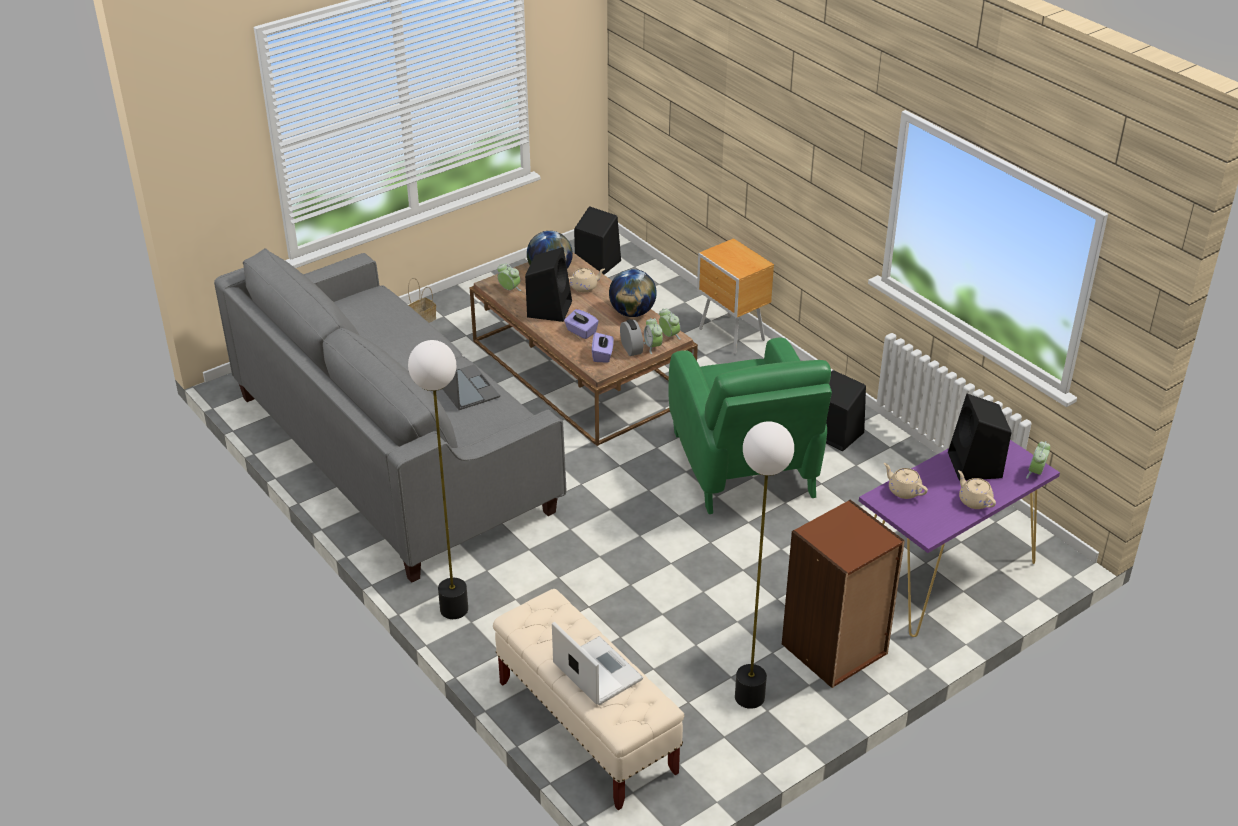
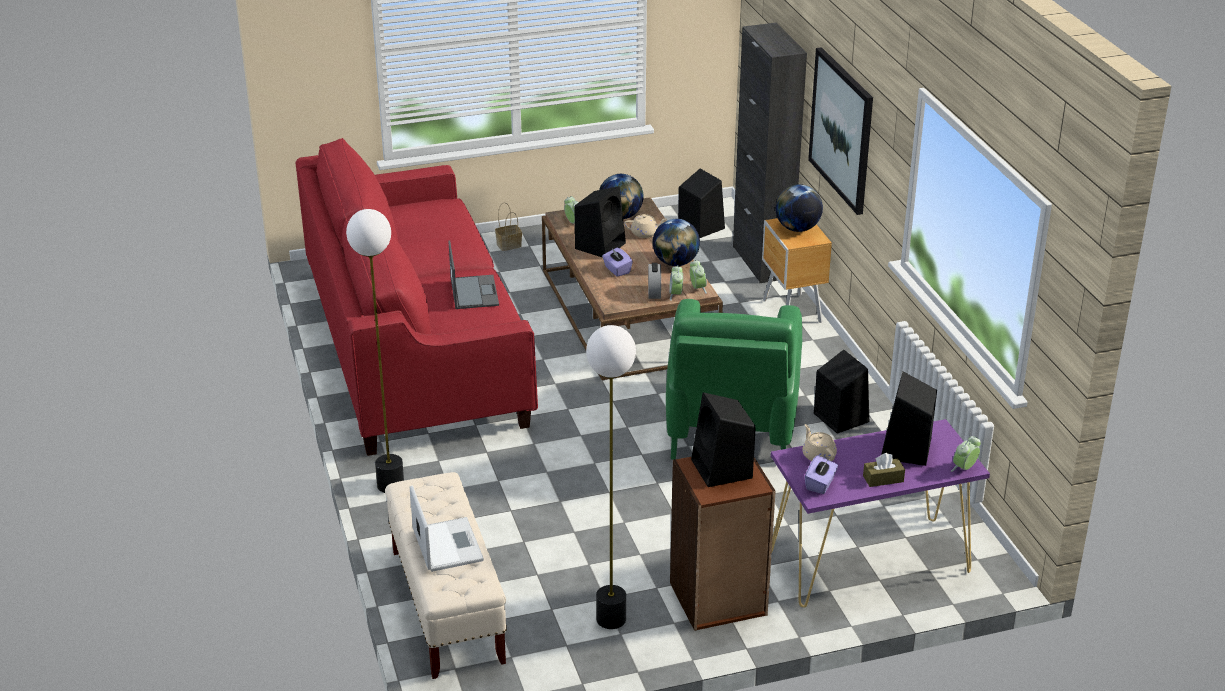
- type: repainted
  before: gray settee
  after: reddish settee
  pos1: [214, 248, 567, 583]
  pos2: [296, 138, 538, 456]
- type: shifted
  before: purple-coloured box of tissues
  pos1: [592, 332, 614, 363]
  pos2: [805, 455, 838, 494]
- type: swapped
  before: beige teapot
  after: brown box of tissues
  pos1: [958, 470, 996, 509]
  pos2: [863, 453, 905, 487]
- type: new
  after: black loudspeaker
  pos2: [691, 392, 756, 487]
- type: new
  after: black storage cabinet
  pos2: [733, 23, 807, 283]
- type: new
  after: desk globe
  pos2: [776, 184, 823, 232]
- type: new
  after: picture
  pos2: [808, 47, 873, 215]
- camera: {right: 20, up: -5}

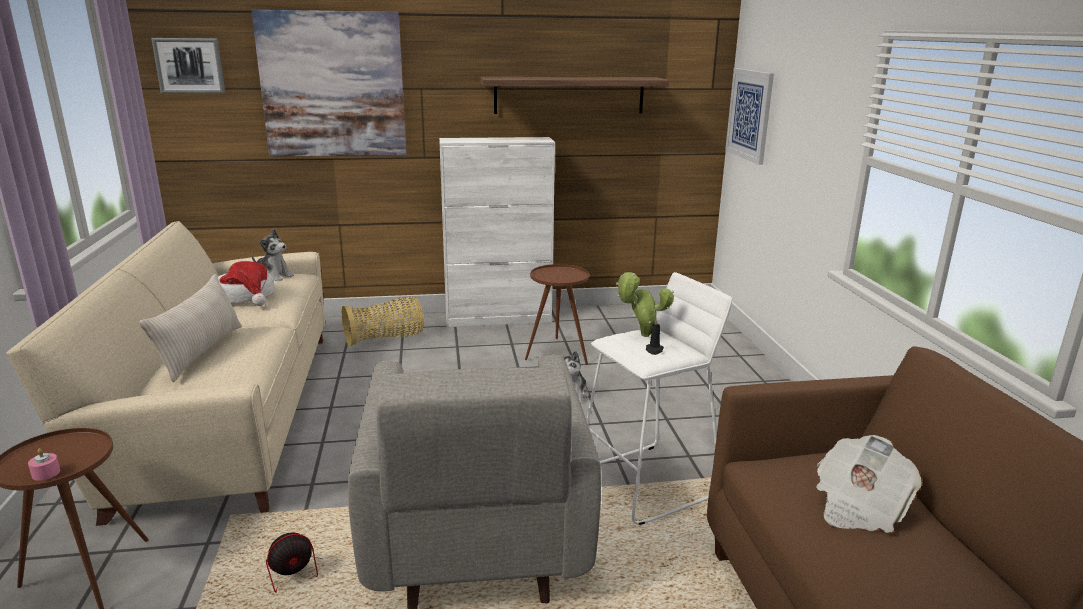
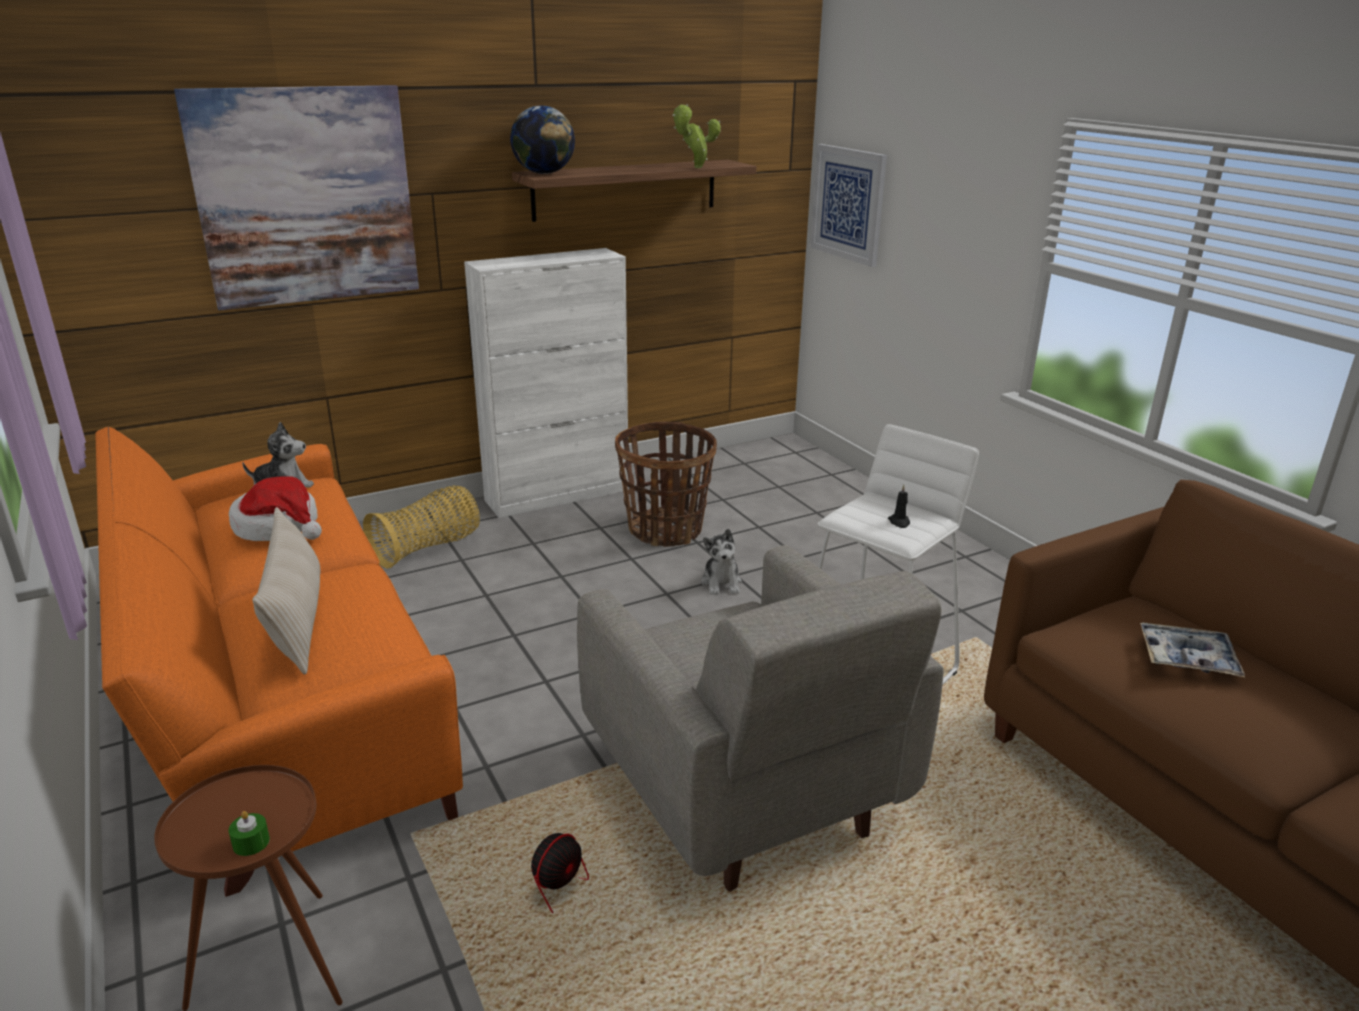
- type: repainted
  before: beige settee
  after: orangey settee
  pos1: [6, 221, 325, 526]
  pos2: [95, 426, 463, 897]
- type: repainted
  before: pink-coloured wax light
  after: green wax light
  pos1: [28, 448, 60, 481]
  pos2: [229, 811, 270, 856]
- type: gone
  before: picture
  pos1: [151, 38, 226, 94]
- type: swapped
  before: brown end table
  after: storage basket
  pos1: [525, 264, 589, 365]
  pos2: [615, 422, 717, 547]
- type: shifted
  before: potted plant
  pos1: [616, 272, 674, 337]
  pos2: [673, 104, 721, 168]
- type: swapped
  before: printed paper
  after: carrying tray
  pos1: [816, 435, 922, 533]
  pos2: [1140, 623, 1245, 677]
- type: new
  after: desk globe
  pos2: [510, 106, 575, 174]
- camera: {right: -20, up: 5}

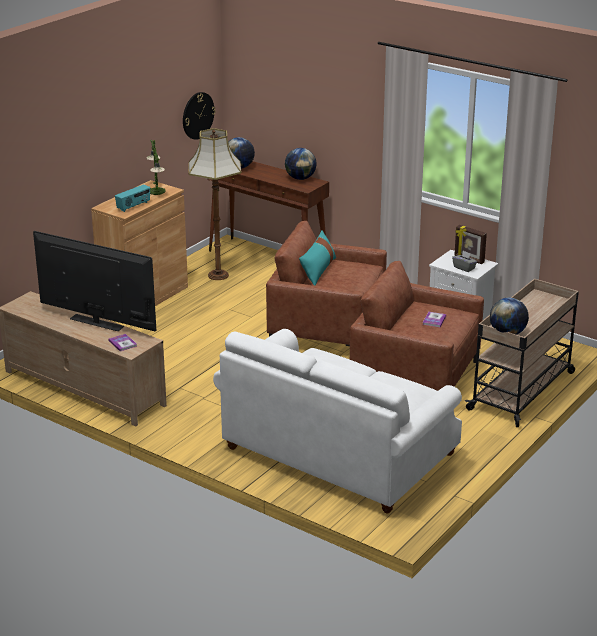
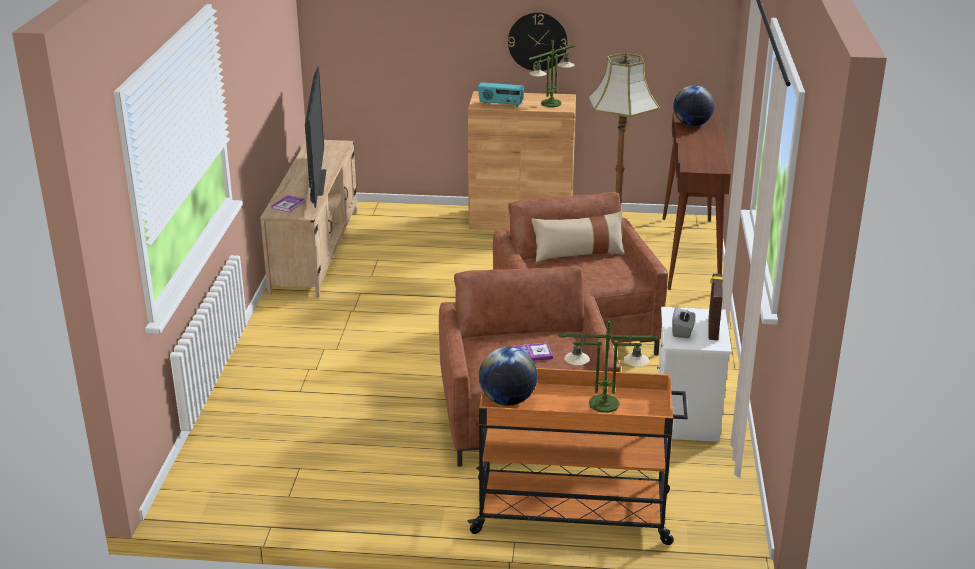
- type: shifted
  before: hanging clock
  pos1: [183, 92, 216, 140]
  pos2: [508, 12, 567, 71]
- type: gone
  before: whitish settee
  pos1: [213, 329, 462, 513]
- type: gone
  before: desk globe
  pos1: [285, 148, 317, 180]
- type: repainted
  before: turquoise cushion
  after: beige cushion
  pos1: [299, 230, 336, 286]
  pos2: [532, 211, 625, 262]
- type: repainted
  before: beige trolley
  after: orangey trolley
  pos1: [465, 278, 579, 427]
  pos2: [467, 368, 688, 545]
- type: new
  after: table lamp
  pos2: [558, 320, 658, 413]
- camera: {right: 60, up: 0}

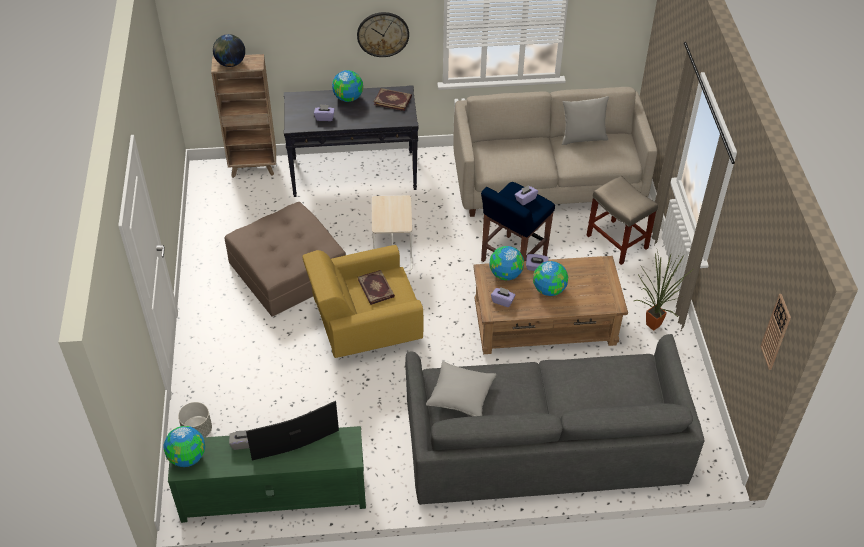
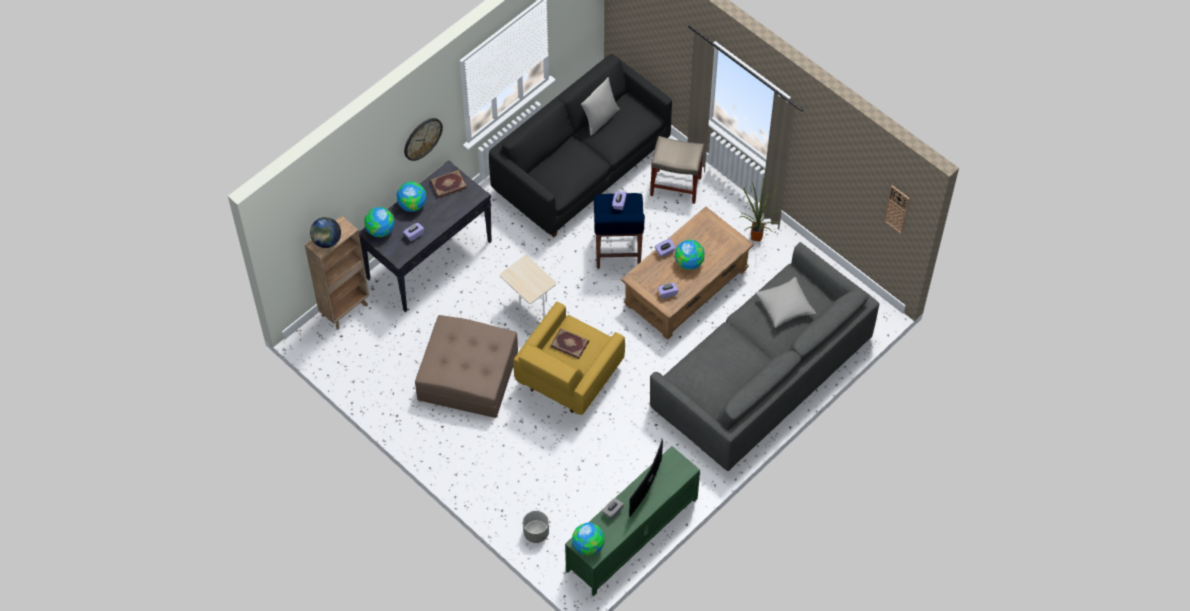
- type: shifted
  before: gray cushion
  pos1: [426, 361, 496, 416]
  pos2: [756, 277, 816, 328]
- type: repainted
  before: beige settee
  after: black settee
  pos1: [453, 87, 657, 217]
  pos2: [489, 54, 672, 237]
- type: shifted
  before: desk globe
  pos1: [489, 246, 524, 280]
  pos2: [364, 207, 395, 237]
- camera: {right: -40, up: 10}

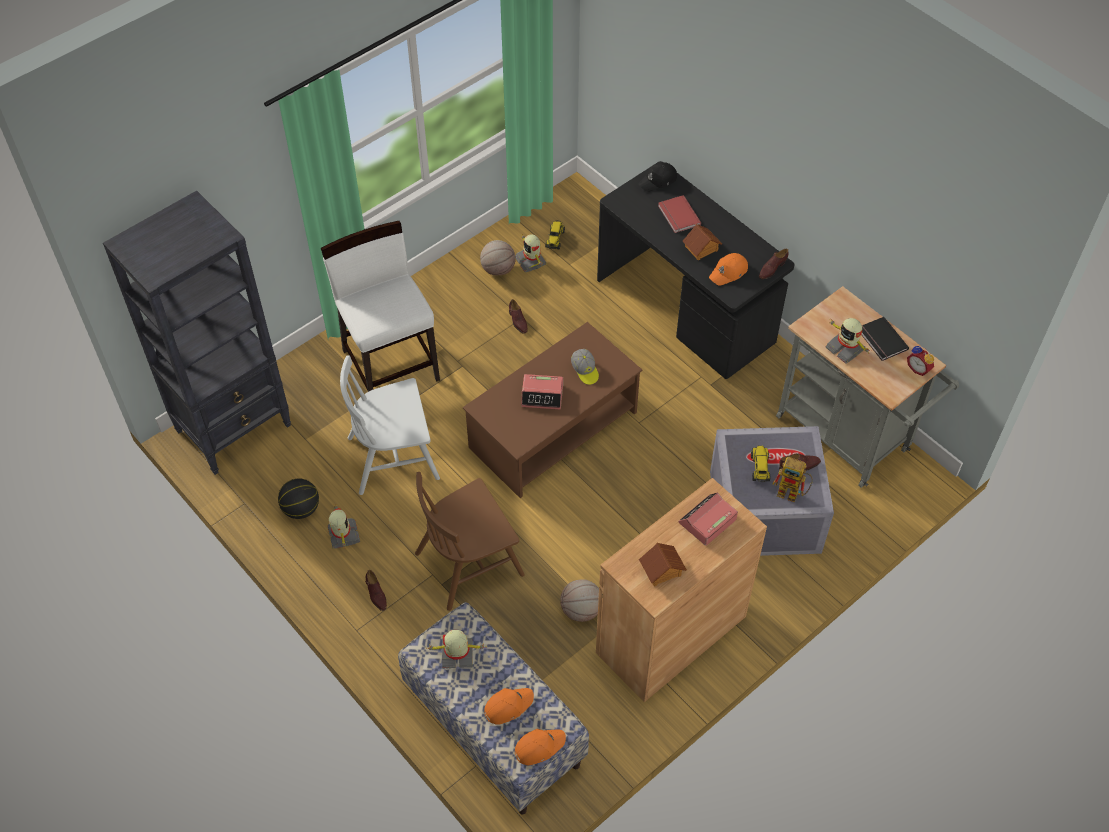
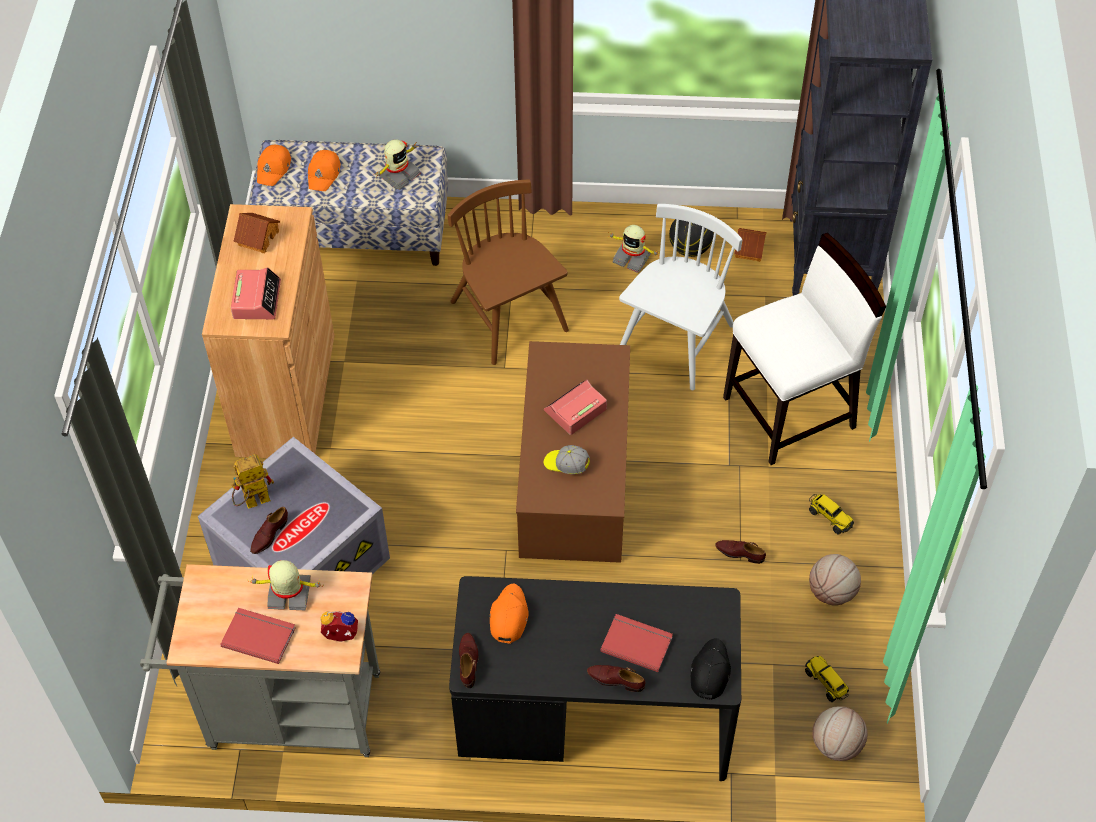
- type: rotated
  before: whitish chair
  pos1: [321, 221, 440, 392]
  pos2: [723, 233, 886, 465]
  turn: -45
- type: shifted
  before: brown shoe
  pos1: [365, 570, 387, 611]
  pos2: [587, 665, 645, 692]
- type: rotated
  before: brown chair
  pos1: [415, 472, 525, 611]
  pos2: [448, 180, 569, 365]
  turn: -45
- type: gone
  before: toy robot
  pos1: [515, 234, 546, 272]
- type: shifted
  before: basketball ball
  pos1: [560, 579, 599, 622]
  pos2: [812, 706, 868, 761]
- type: shifted
  before: model house
  pos1: [683, 224, 722, 260]
  pos2: [734, 228, 767, 262]
- type: shifted
  before: toy lorry
  pos1: [751, 446, 770, 482]
  pos2: [809, 494, 854, 535]
- type: repainted
  before: black bound book
  after: reddish bound book
  pos1: [861, 317, 909, 361]
  pos2: [221, 608, 296, 664]
- type: shifted
  before: table clock
  pos1: [907, 346, 934, 376]
  pos2: [320, 611, 358, 642]
- camera: {right: 135, up: 0}

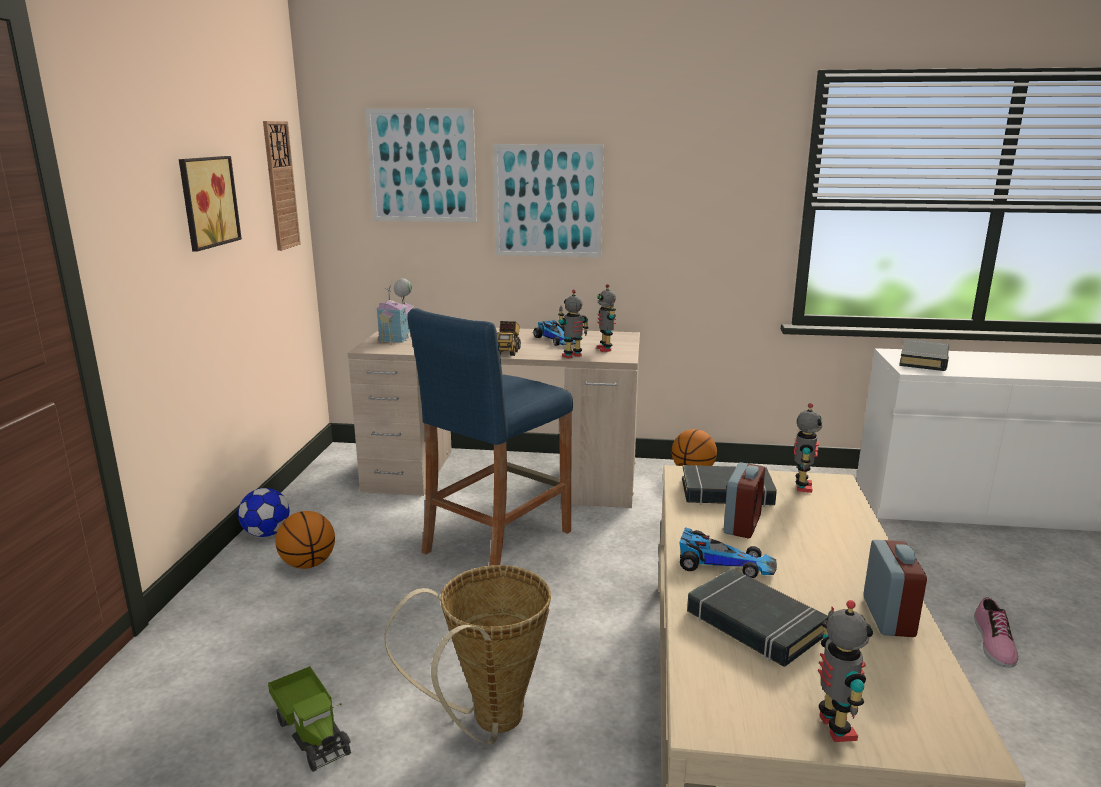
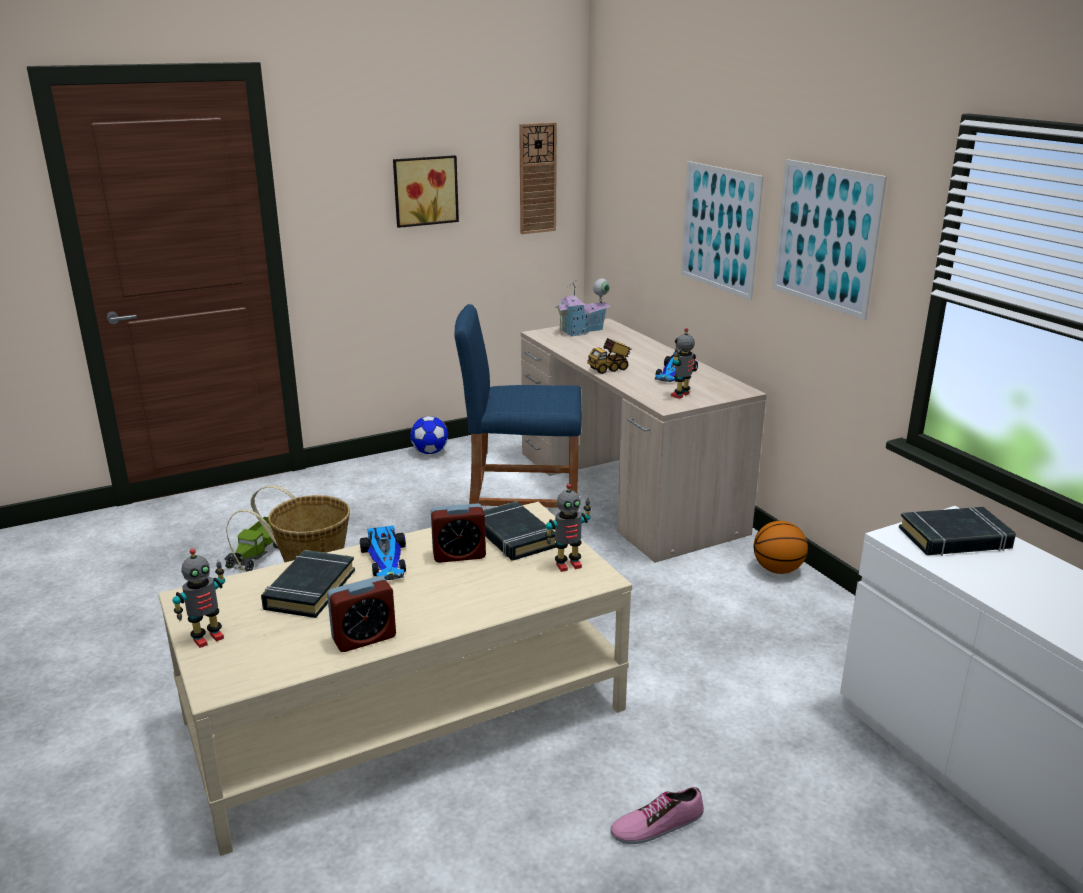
- type: gone
  before: basketball ball
  pos1: [275, 511, 335, 569]
- type: shifted
  before: picture
  pos1: [365, 108, 477, 222]
  pos2: [773, 159, 887, 320]
- type: gone
  before: toy robot
  pos1: [558, 290, 589, 359]
- camera: {right: 55, up: 5}

